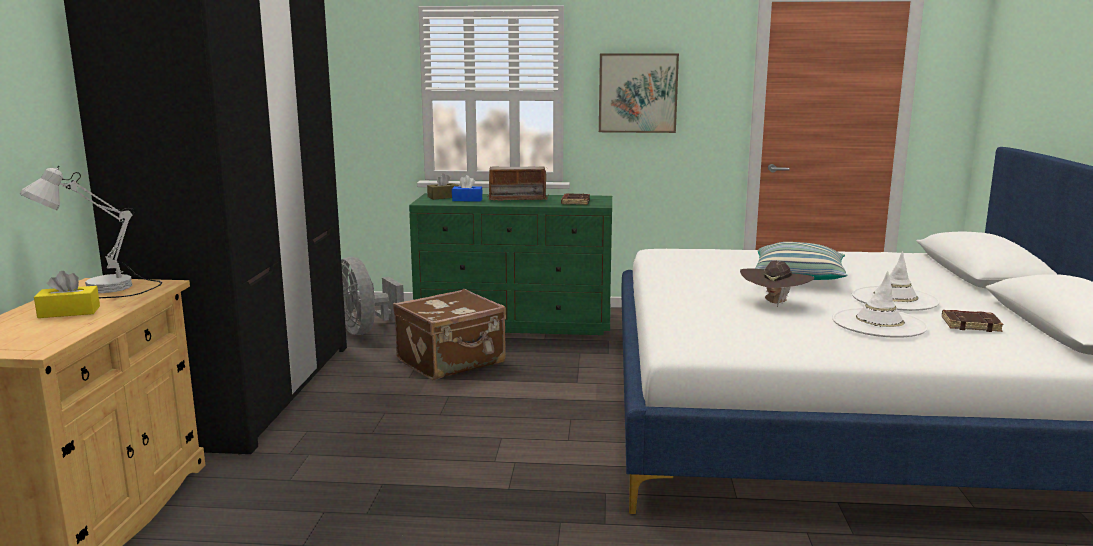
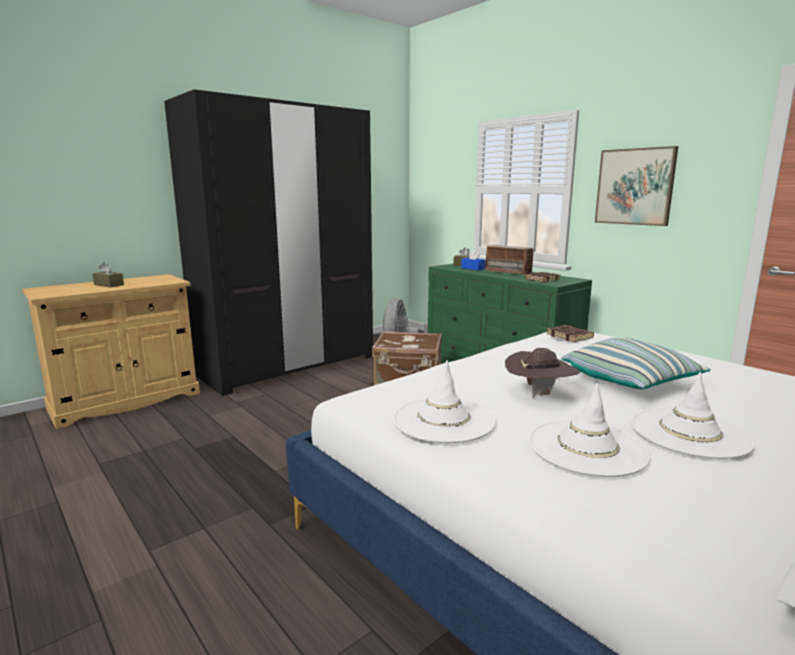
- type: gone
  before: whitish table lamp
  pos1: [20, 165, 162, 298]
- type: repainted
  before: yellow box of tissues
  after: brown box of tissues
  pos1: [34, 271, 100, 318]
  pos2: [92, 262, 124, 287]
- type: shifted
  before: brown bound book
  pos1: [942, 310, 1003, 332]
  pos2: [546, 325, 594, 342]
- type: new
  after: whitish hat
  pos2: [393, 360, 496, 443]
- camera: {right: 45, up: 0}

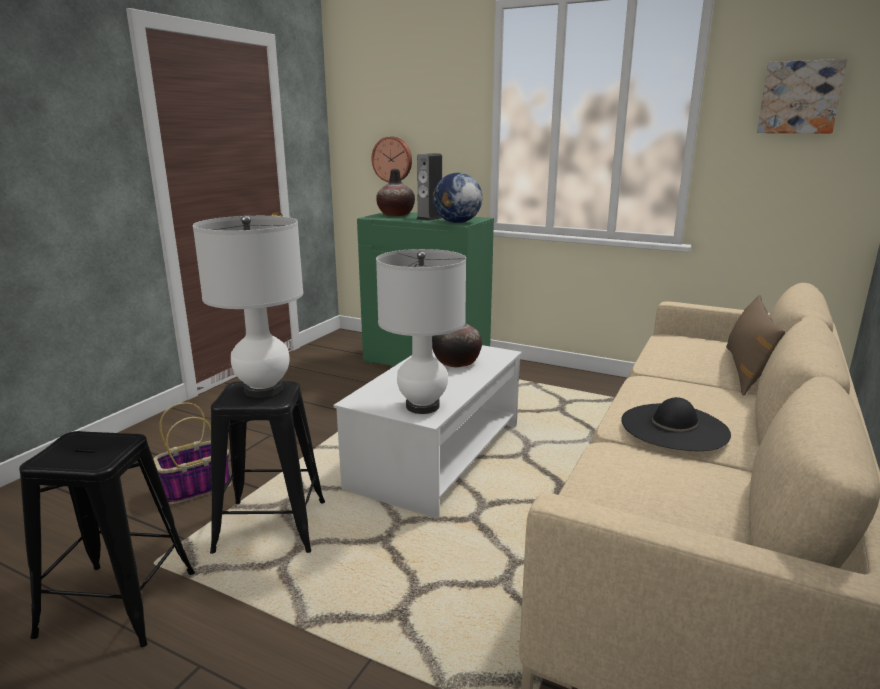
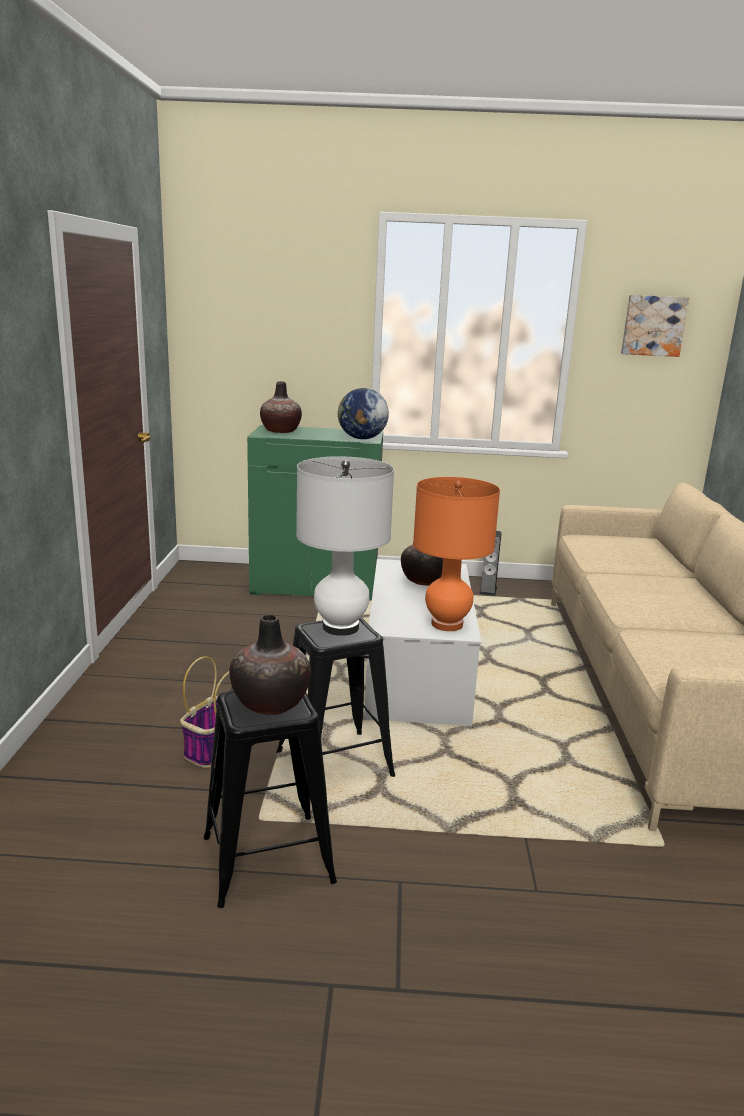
- type: gone
  before: hanging clock
  pos1: [372, 137, 412, 182]
- type: repainted
  before: whitish table lamp
  after: orangey table lamp
  pos1: [376, 249, 466, 414]
  pos2: [413, 477, 500, 631]
- type: shifted
  before: loudspeaker
  pos1: [417, 153, 442, 221]
  pos2: [479, 531, 502, 596]
- type: gone
  before: black hat
  pos1: [621, 397, 731, 451]
- type: gone
  before: brown cushion
  pos1: [726, 295, 785, 396]
- type: new
  after: decorative vase
  pos2: [229, 615, 311, 715]
- camera: {right: -25, up: 0}

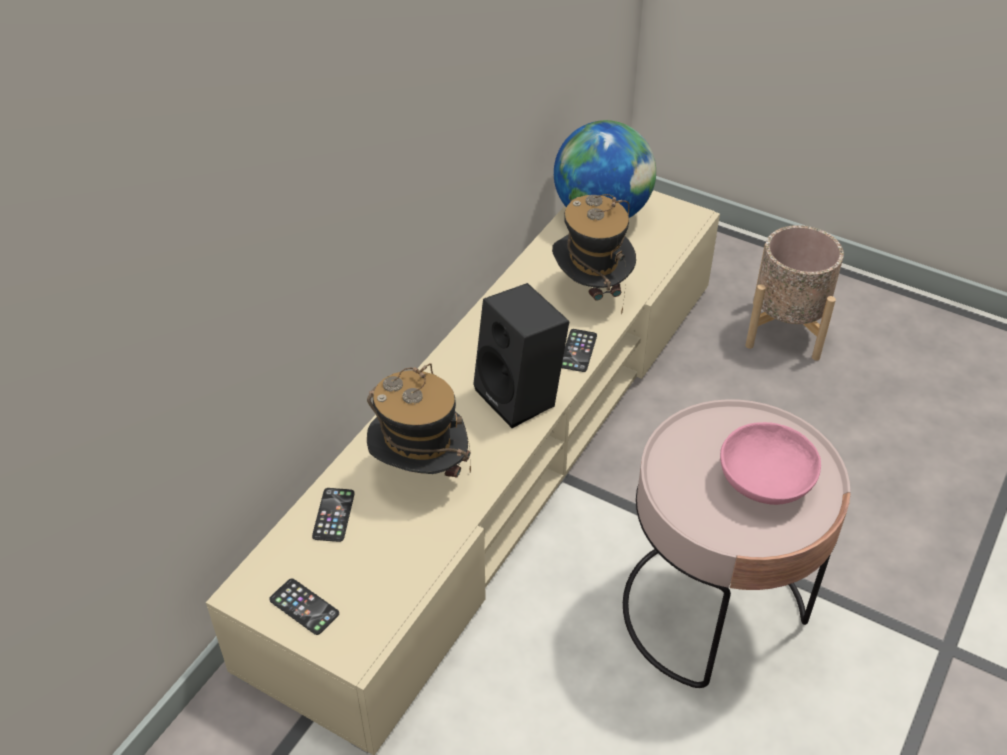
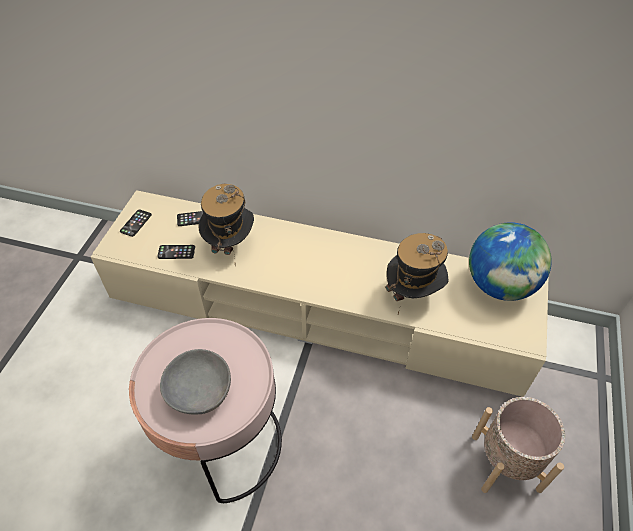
- type: gone
  before: black loudspeaker
  pos1: [473, 283, 569, 428]
- type: shifted
  before: telephone
  pos1: [561, 329, 597, 372]
  pos2: [157, 245, 195, 259]
- type: repainted
  before: pink-coloured serving bowl
  after: gray serving bowl
  pos1: [720, 422, 821, 505]
  pos2: [160, 349, 231, 414]
- camera: {right: 75, up: 5}

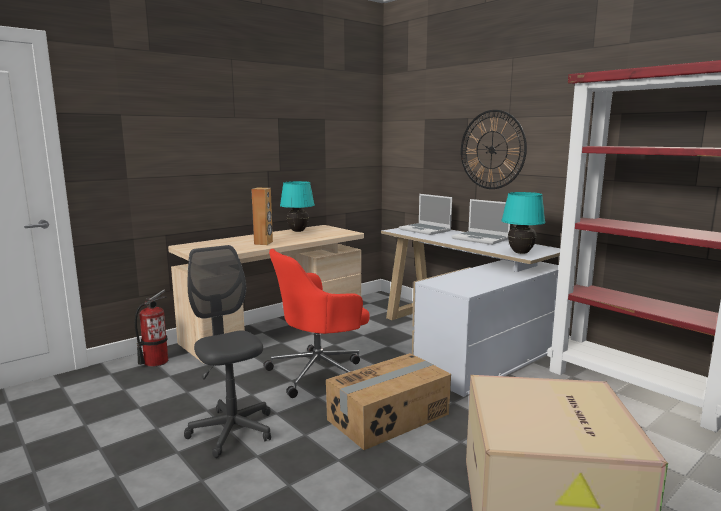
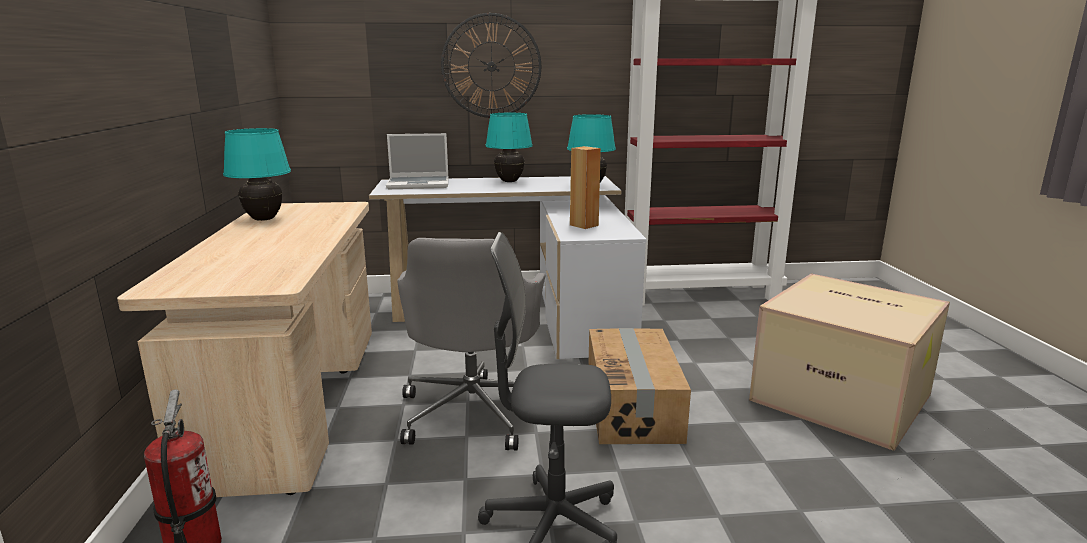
- type: shifted
  before: brown loudspeaker
  pos1: [251, 188, 273, 245]
  pos2: [570, 146, 601, 229]
- type: repainted
  before: reddish office chair
  after: gray office chair
  pos1: [263, 249, 370, 398]
  pos2: [397, 238, 546, 450]
- type: swapped
  before: notebook computer
  after: turquoise table lamp
  pos1: [451, 199, 510, 245]
  pos2: [486, 113, 533, 182]
- camera: {right: -55, up: 5}

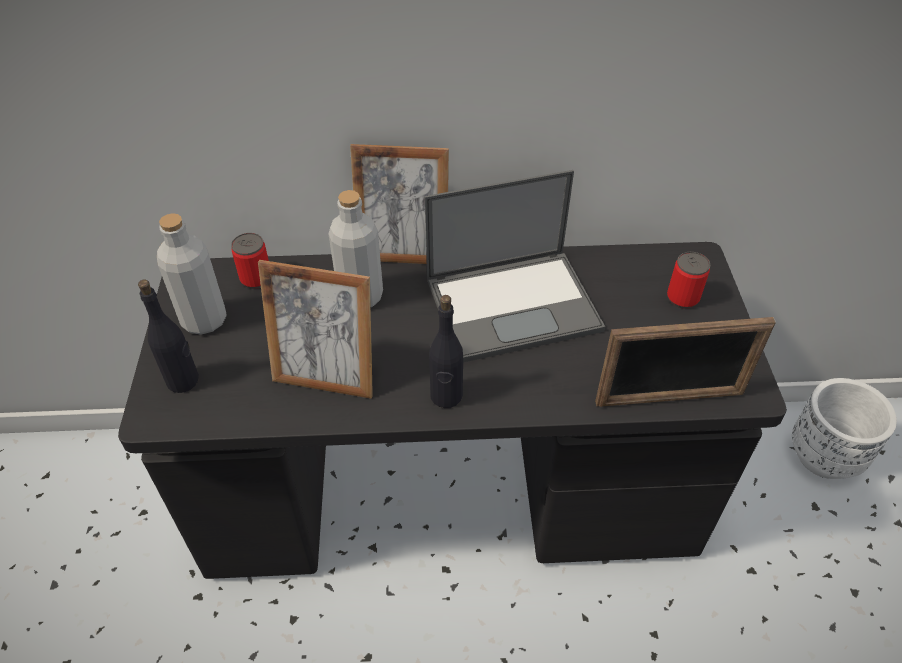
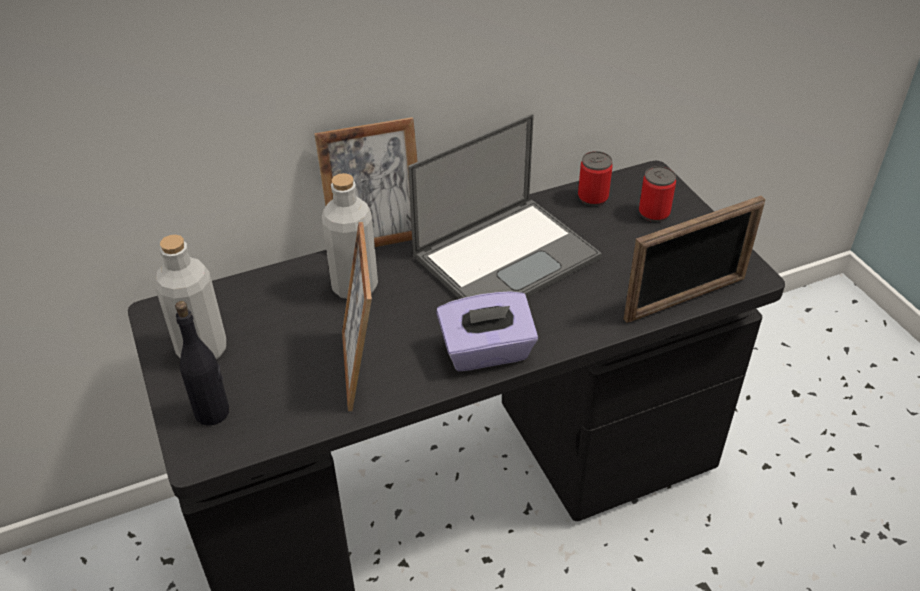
- type: shifted
  before: sealed can
  pos1: [231, 233, 269, 289]
  pos2: [578, 151, 613, 206]
- type: rotated
  before: photo frame
  pos1: [258, 260, 373, 399]
  pos2: [342, 222, 372, 411]
  turn: 90
- type: swapped
  before: black drink bottle
  after: purple-coloured box of tissues
  pos1: [429, 295, 463, 408]
  pos2: [436, 291, 538, 371]
- type: gone
  before: whitish planter
  pos1: [792, 378, 897, 479]
- camera: {right: -20, up: -5}

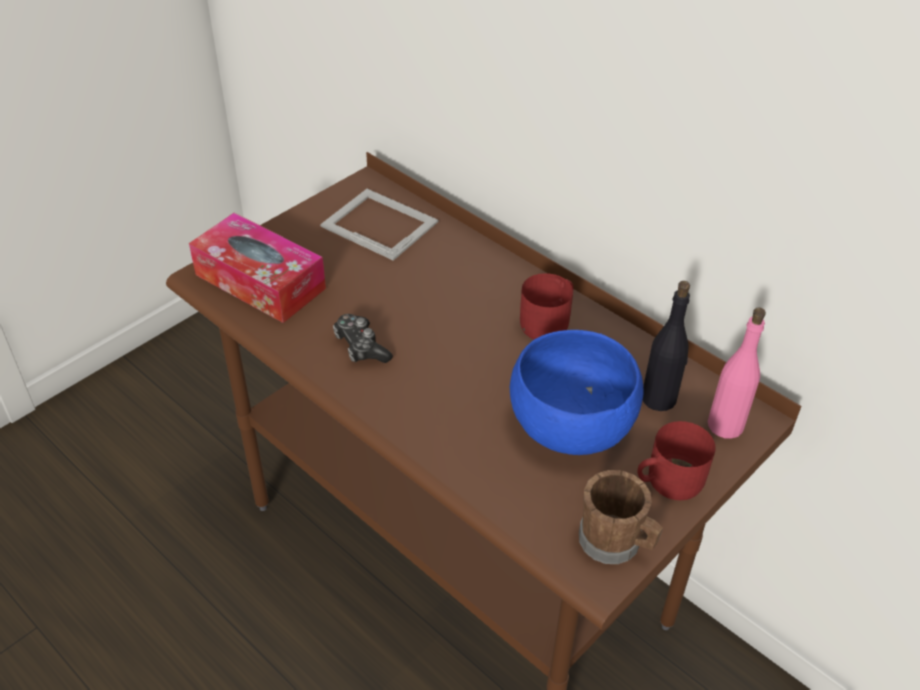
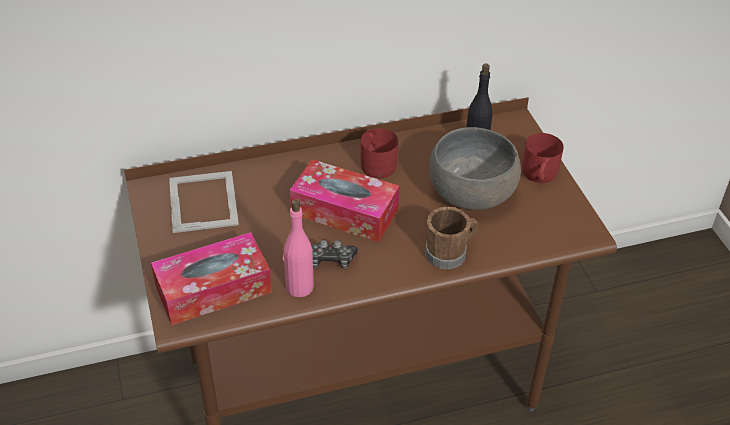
- type: rotated
  before: photo frame
  pos1: [320, 189, 438, 261]
  pos2: [169, 171, 239, 233]
  turn: 105
- type: repainted
  before: blue serving bowl
  after: gray serving bowl
  pos1: [510, 330, 644, 455]
  pos2: [429, 127, 521, 210]
- type: shifted
  before: brown mug
  pos1: [579, 470, 663, 564]
  pos2: [425, 207, 478, 269]
- type: shifted
  before: pink-coloured drink bottle
  pos1: [708, 307, 766, 439]
  pos2: [283, 199, 314, 297]
- type: new
  after: box of tissues
  pos2: [289, 159, 400, 242]
- camera: {right: -60, up: 0}

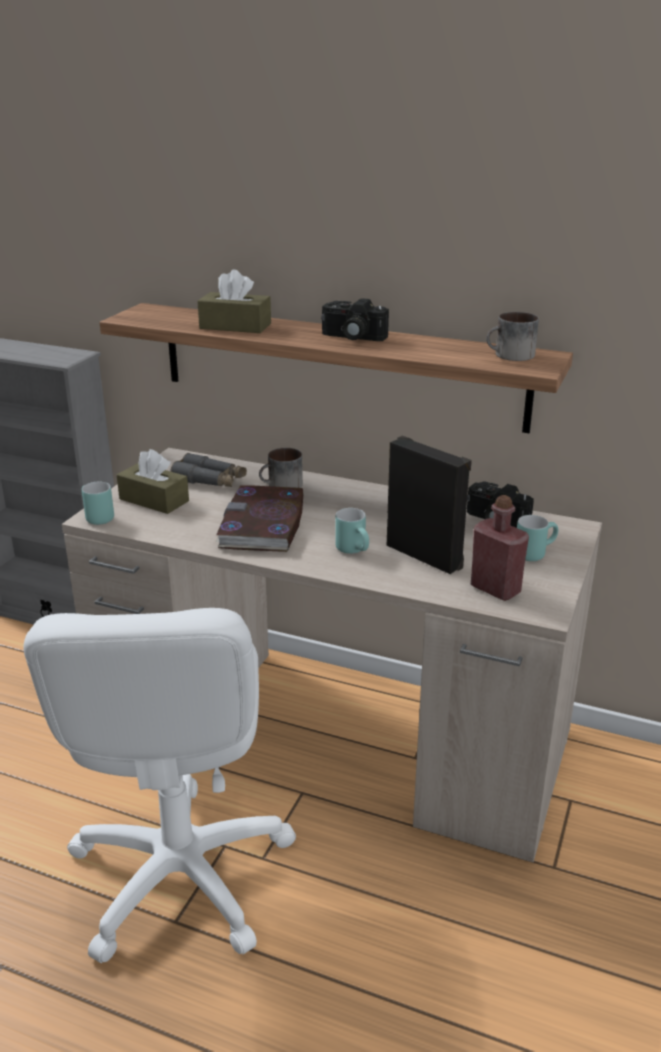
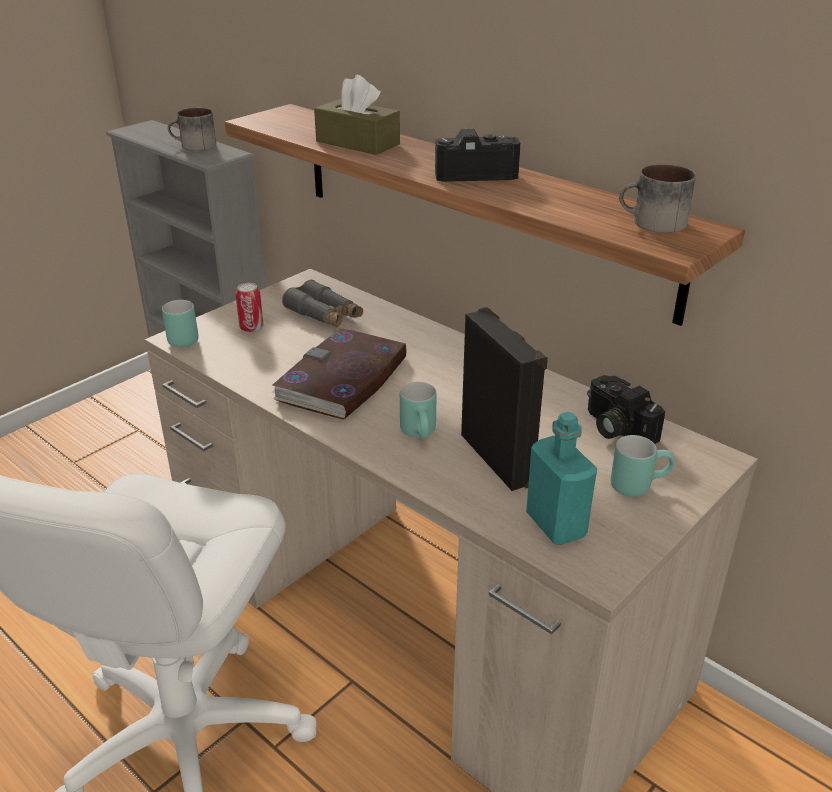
- type: swapped
  before: brown box of tissues
  after: sealed can
  pos1: [117, 449, 189, 514]
  pos2: [235, 283, 264, 332]
- type: shifted
  before: mug
  pos1: [259, 448, 303, 488]
  pos2: [168, 108, 216, 151]
- type: rotated
  before: photo camera
  pos1: [321, 298, 389, 341]
  pos2: [435, 129, 520, 182]
  turn: 135
- type: repainted
  before: reddish drink bottle
  after: turquoise drink bottle
  pos1: [471, 495, 529, 601]
  pos2: [526, 412, 597, 545]
- camera: {right: 20, up: 5}

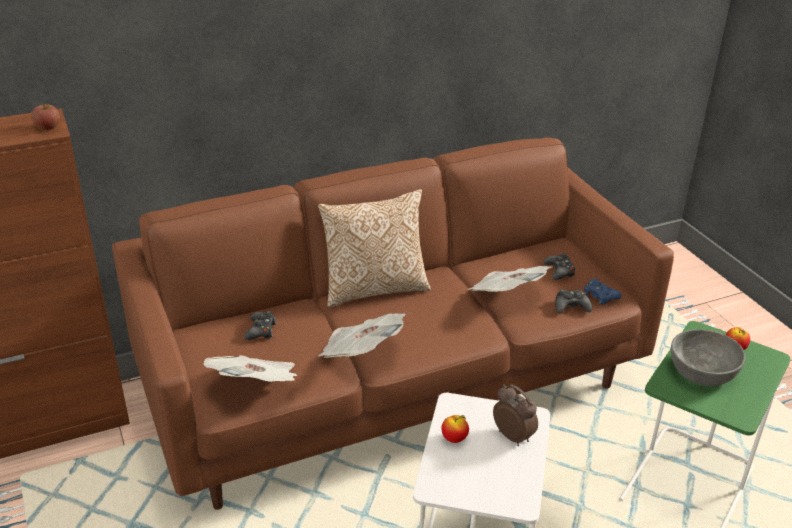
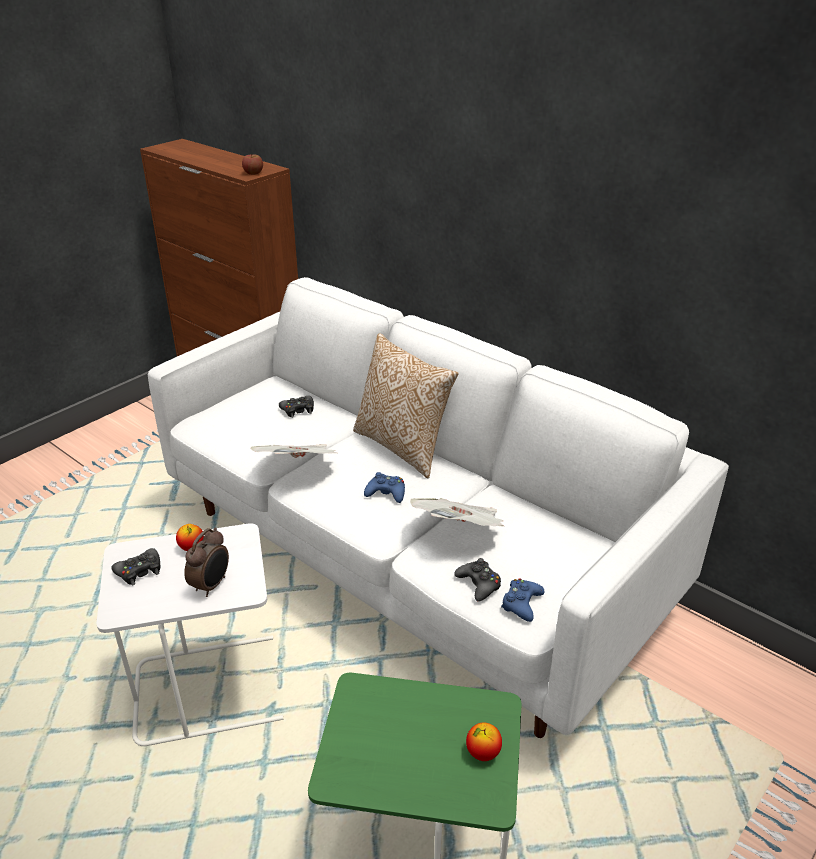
- type: repainted
  before: brown settee
  after: whitish settee
  pos1: [112, 138, 674, 510]
  pos2: [148, 277, 729, 738]
- type: gone
  before: printed paper
  pos1: [203, 355, 297, 382]
- type: shifted
  before: black game controller
  pos1: [543, 253, 575, 280]
  pos2: [111, 548, 160, 585]
- type: gone
  before: gray serving bowl
  pos1: [671, 329, 745, 386]
- type: new
  after: blue game controller
  pos2: [364, 472, 405, 503]
- camera: {right: 65, up: 0}

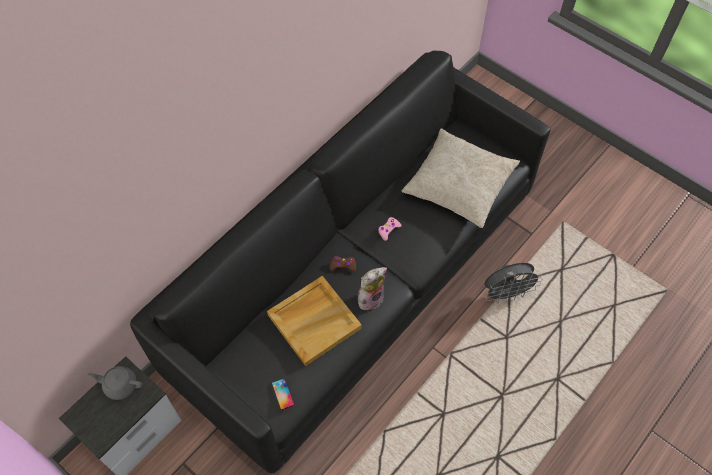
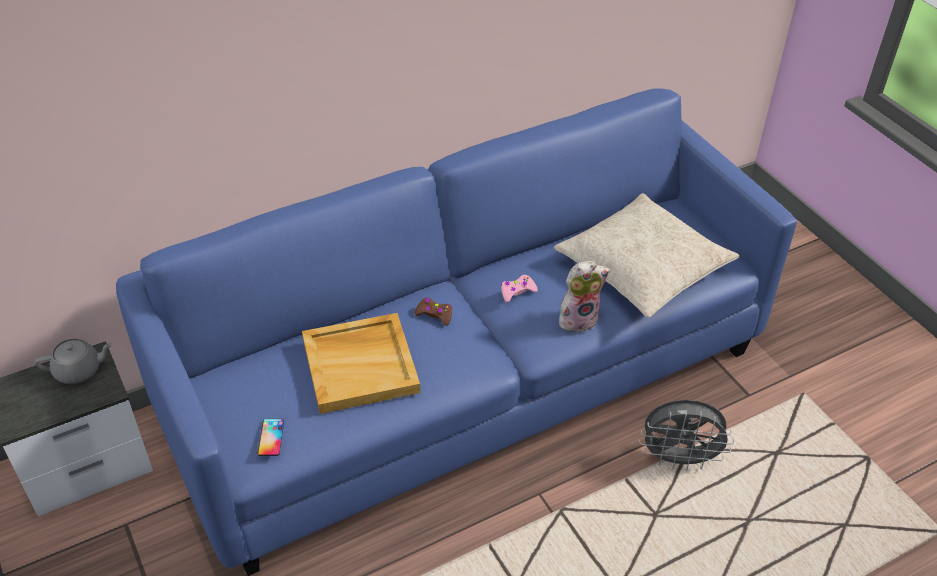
- type: rotated
  before: gray teapot
  pos1: [88, 366, 143, 400]
  pos2: [34, 338, 113, 384]
  turn: 135
- type: repainted
  before: black settee
  after: blue settee
  pos1: [130, 51, 550, 474]
  pos2: [116, 88, 797, 576]
- type: shifted
  before: soft toy
  pos1: [358, 267, 387, 310]
  pos2: [559, 261, 610, 332]
- camera: {right: 20, up: -15}

